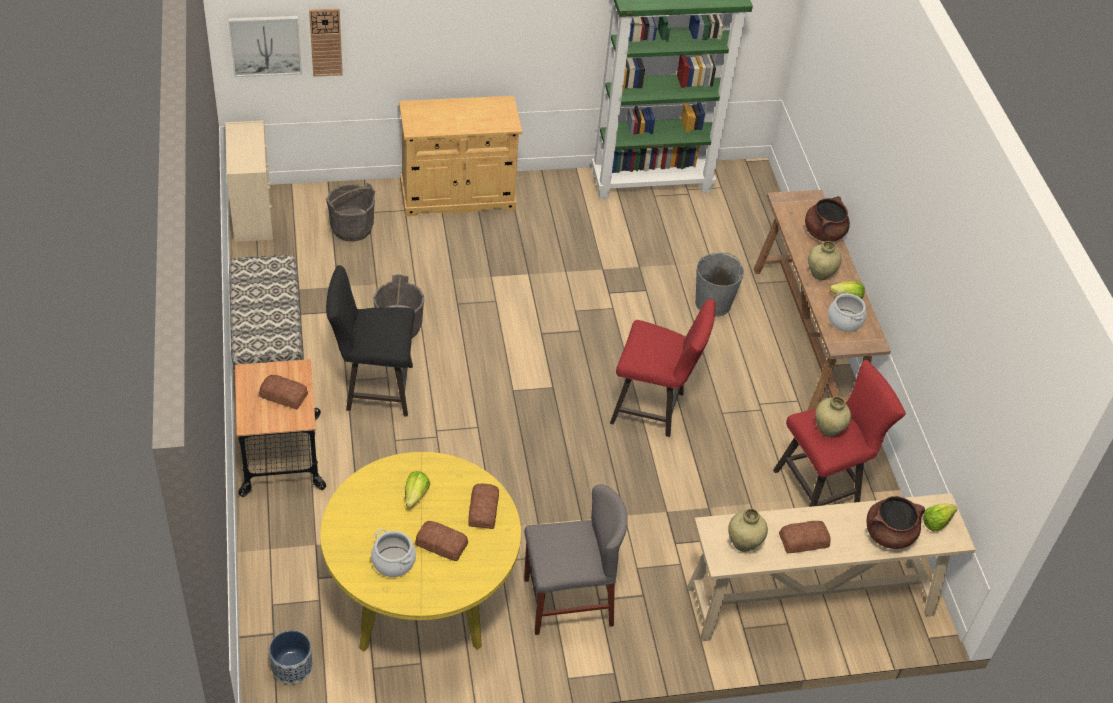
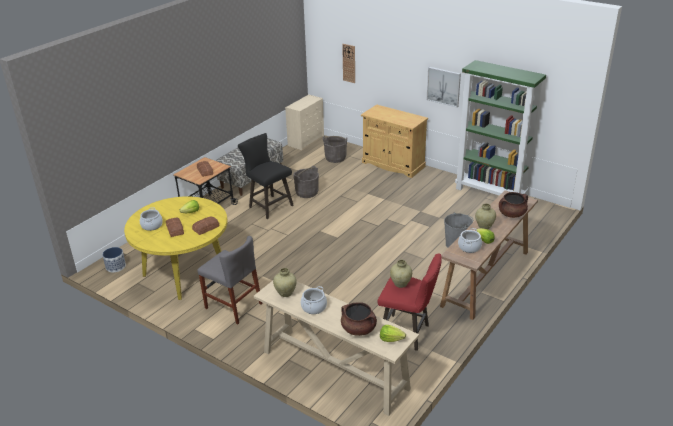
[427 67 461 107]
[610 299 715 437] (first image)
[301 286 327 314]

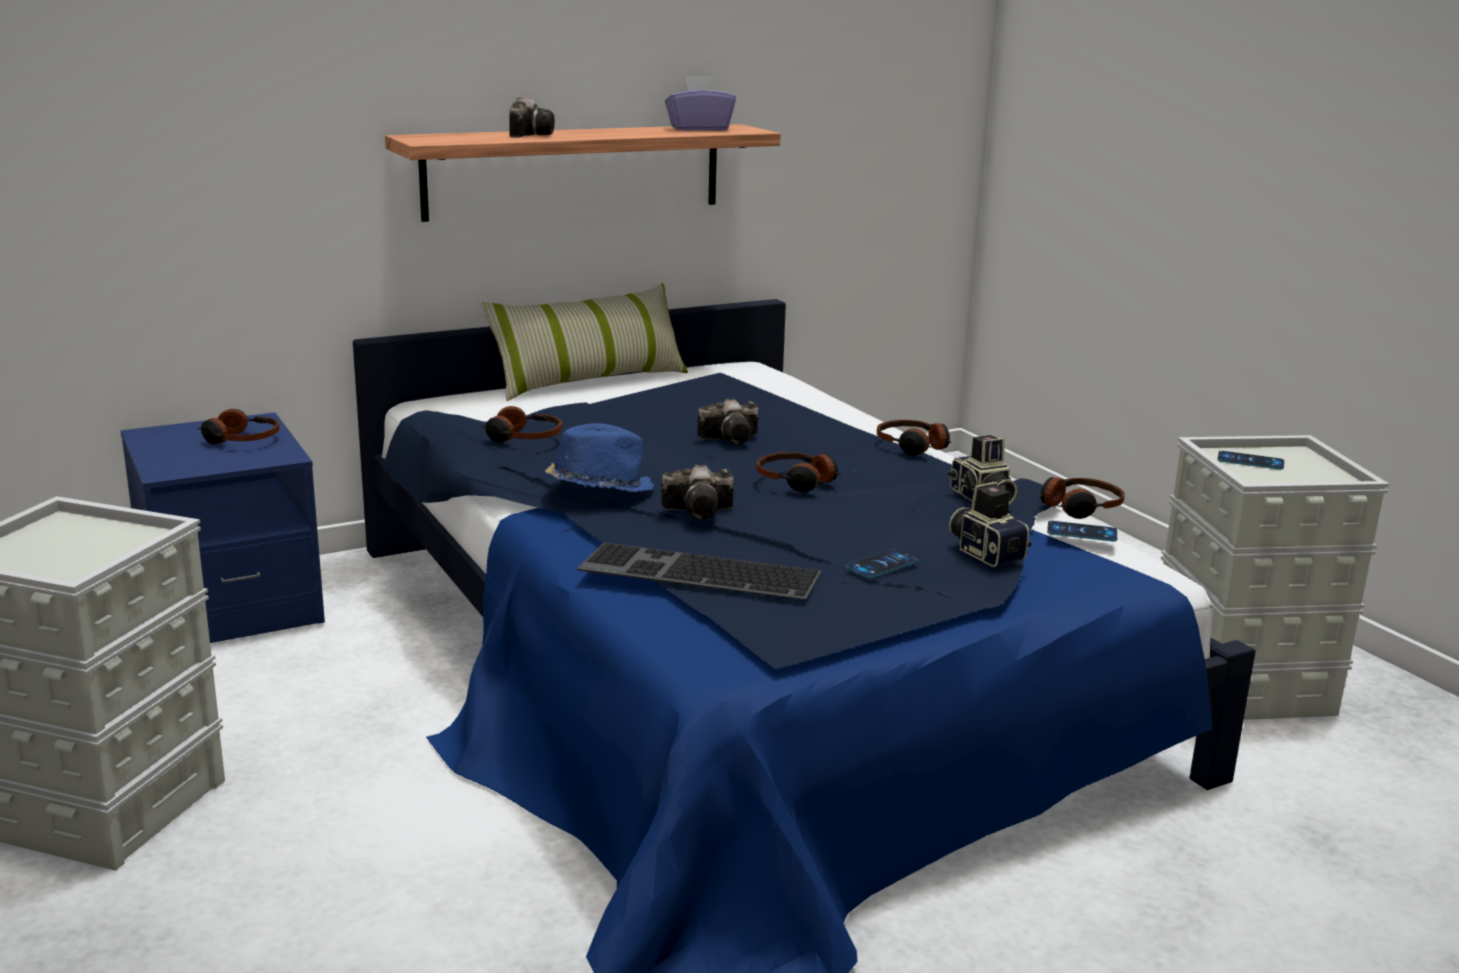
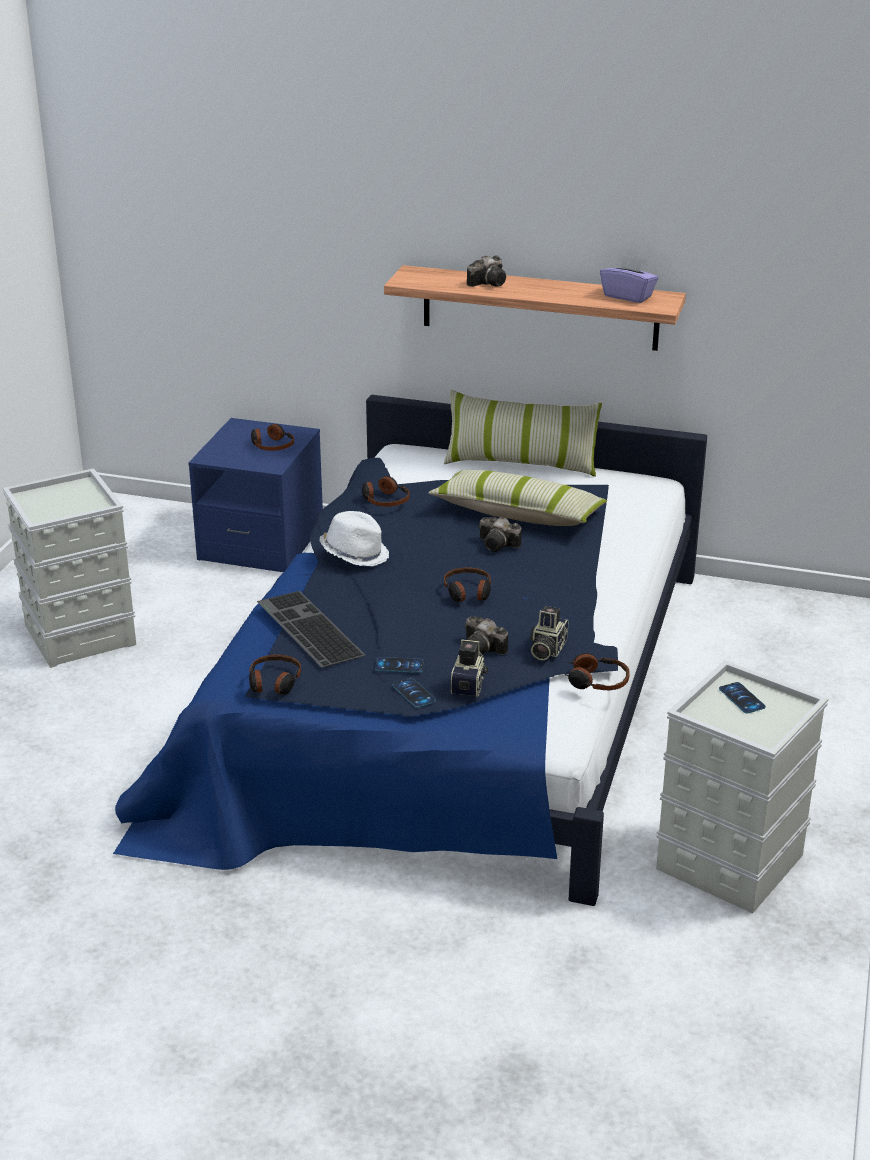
[249 655 301 695]
[319 511 389 566]
[465 616 508 655]
[393 678 436 708]
[428 470 607 526]

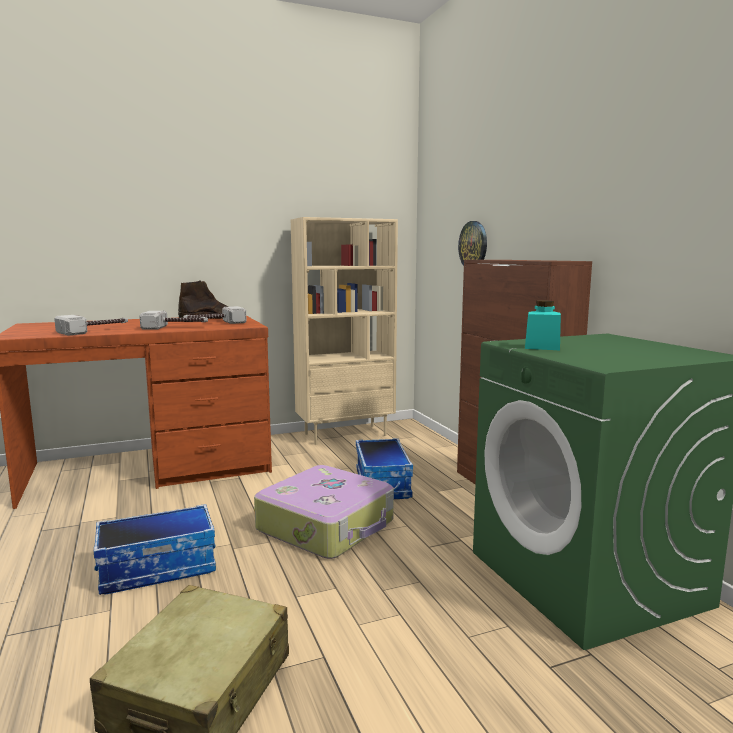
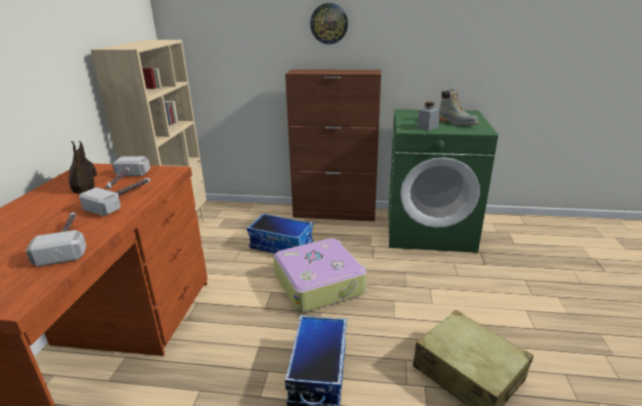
[310 3 348 44]
[417 102 440 131]
[439 88 479 126]

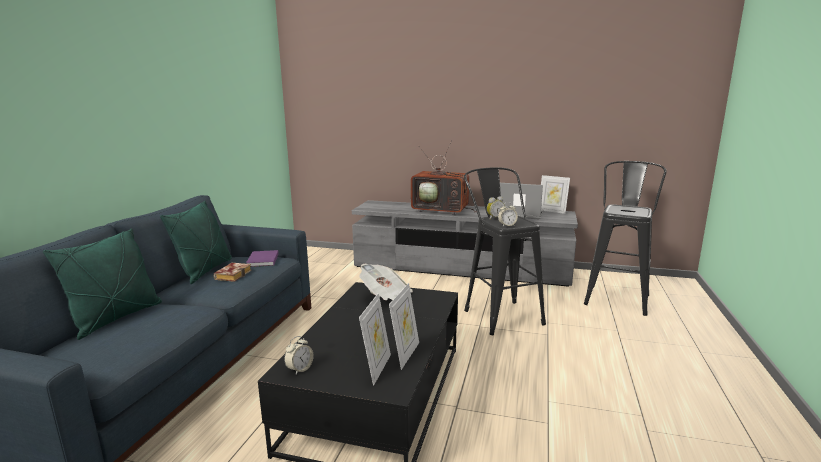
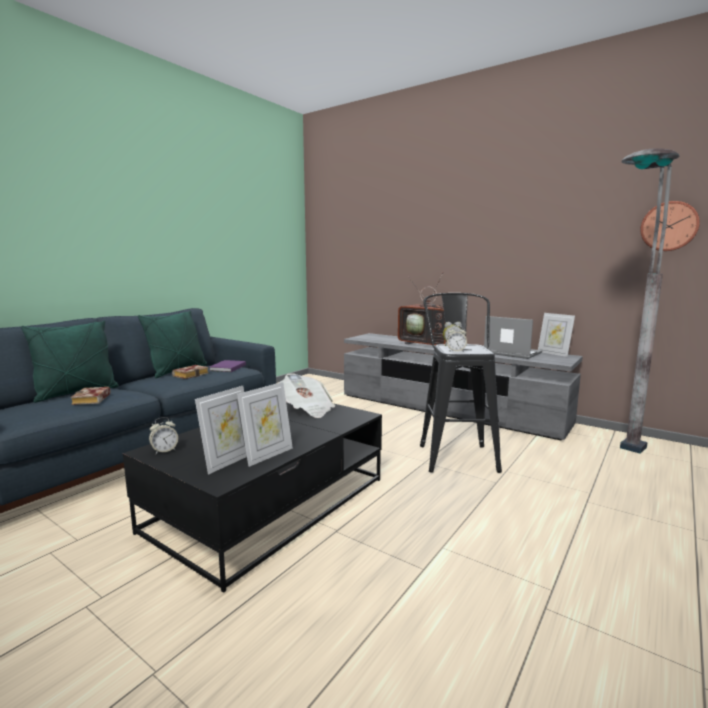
[620 148 680 454]
[640 201 700 251]
[71 387 110 405]

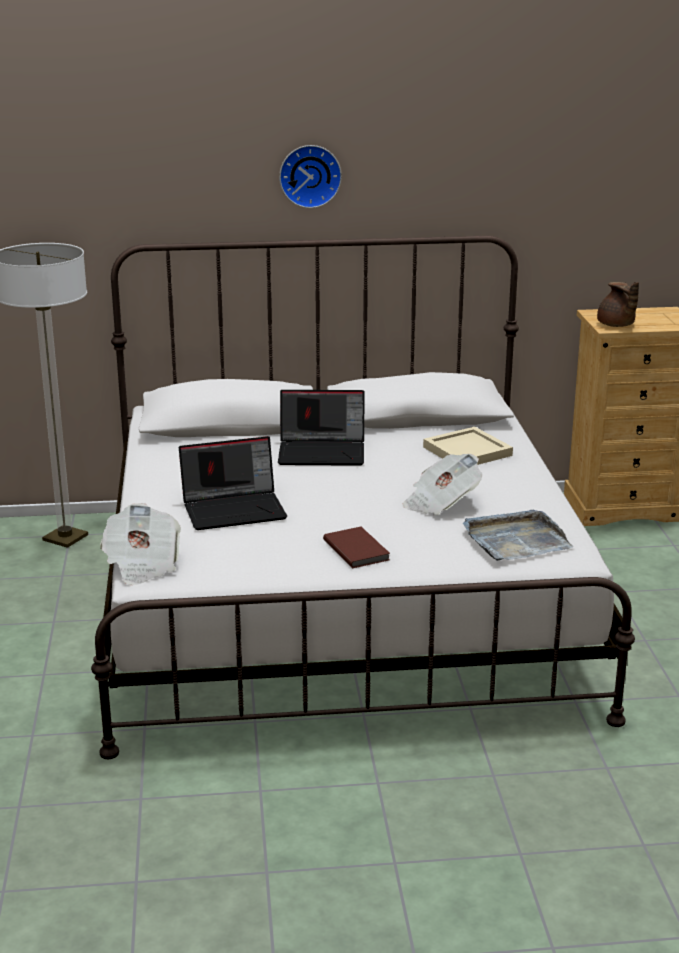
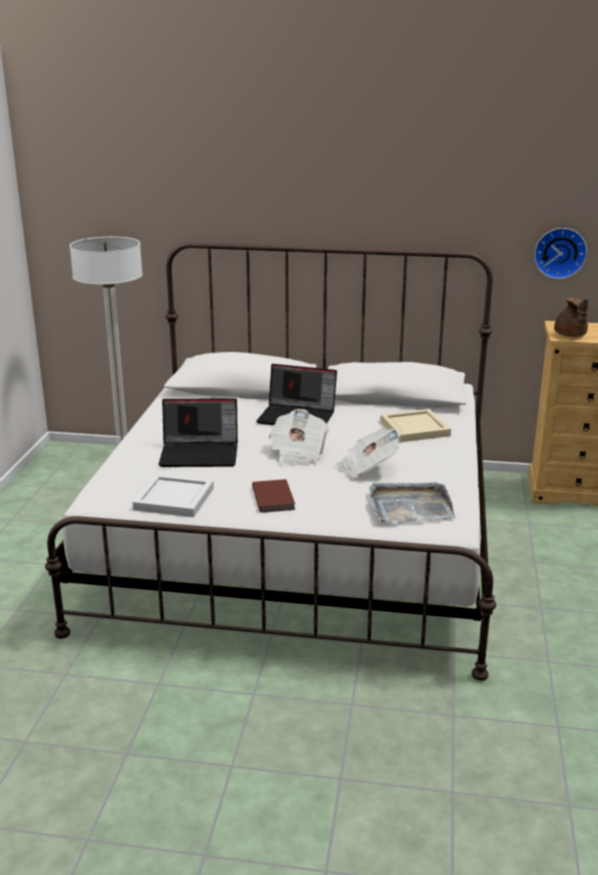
[534 228 587 279]
[269 409 329 467]
[133 474 214 517]

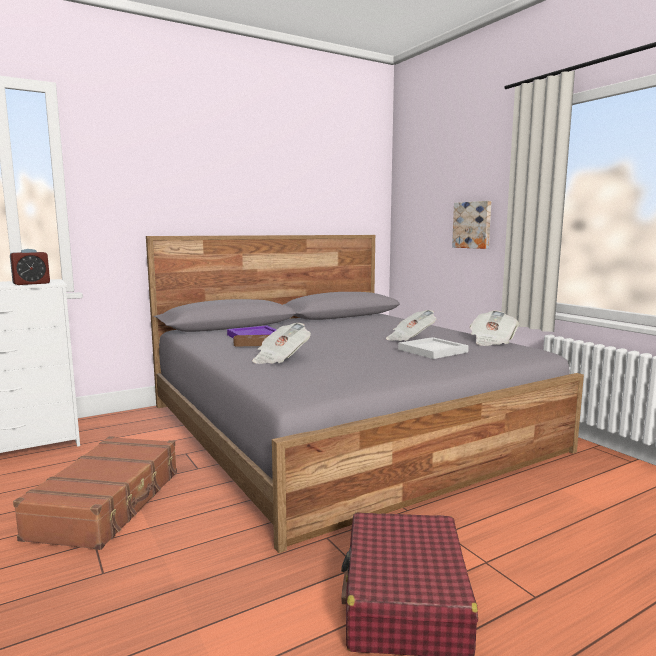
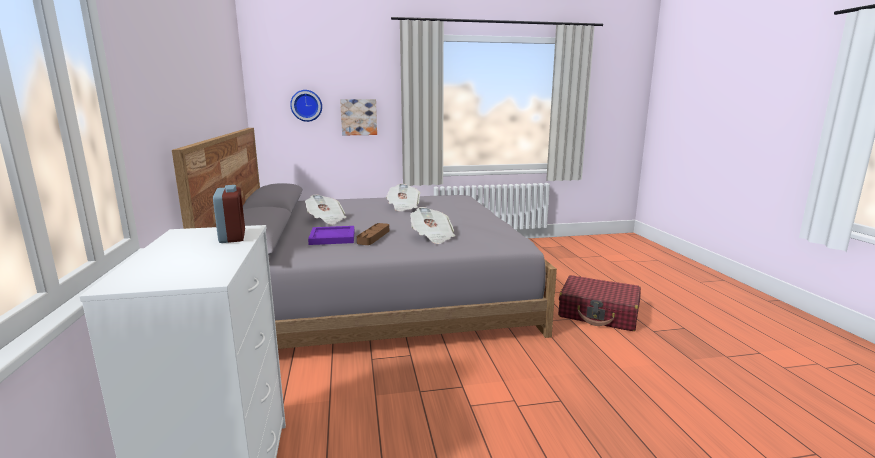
[305 195 346 225]
[398 337 469 359] (first image)
[13 436 177 550] (first image)
[290 90 322 122]

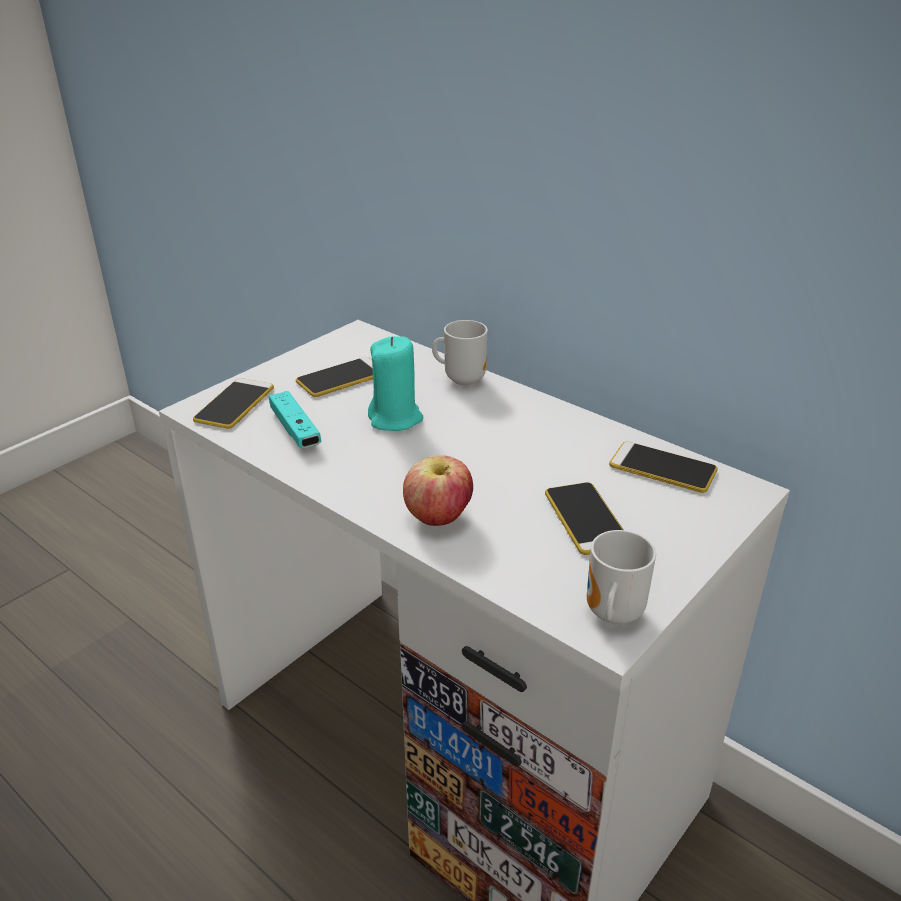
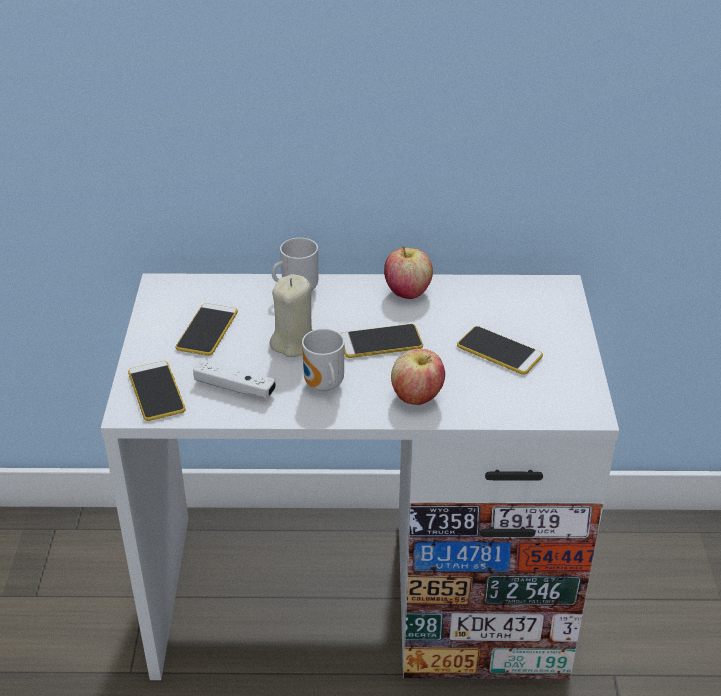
[269 274 313 357]
[193 359 276 398]
[340 324 423 358]
[302 329 345 392]
[384 246 433 299]

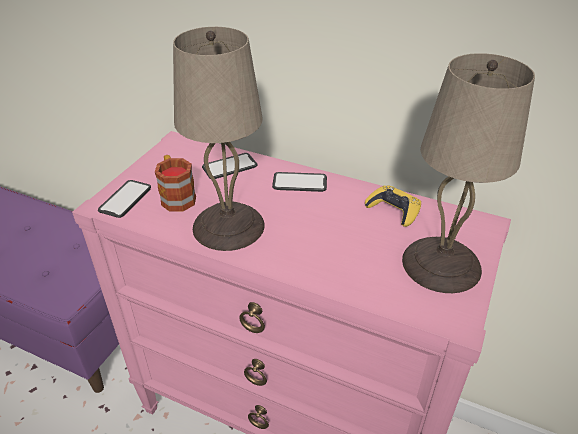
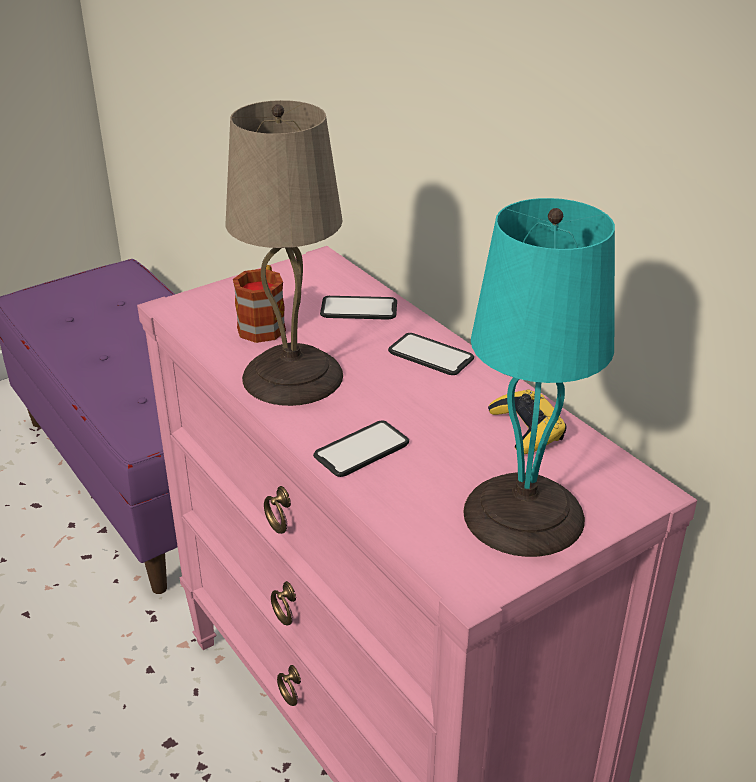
[463 198 615 557]
[313 421 409 477]

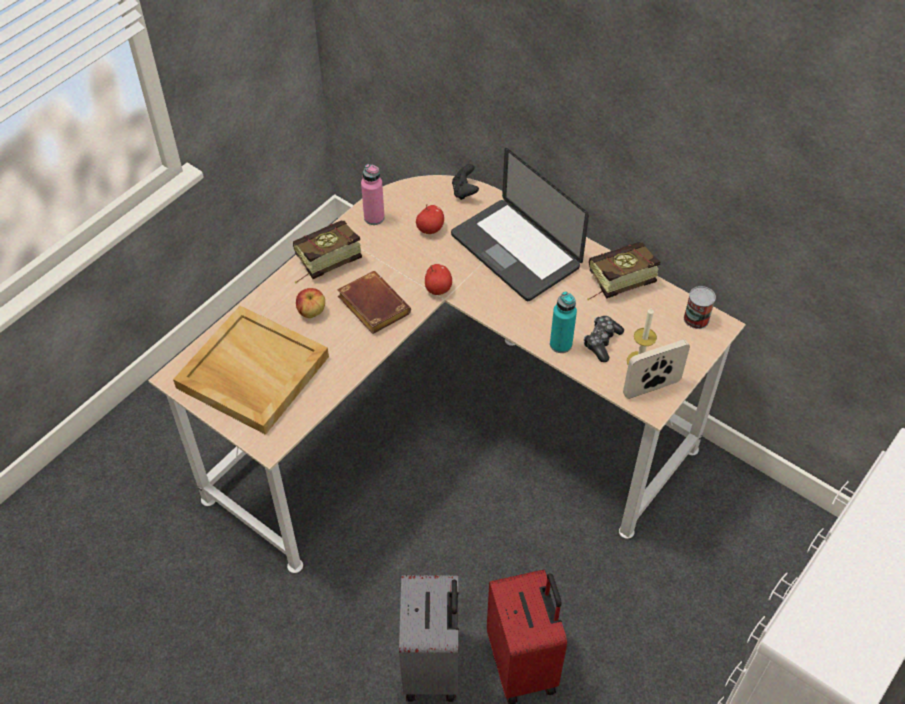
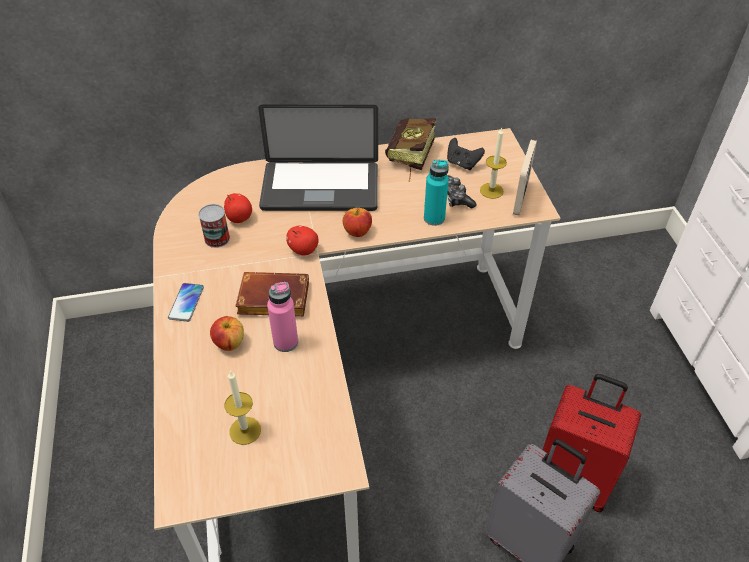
[267 282 298 352]
[447 138 485 170]
[168 283 204 322]
[198 204 230 248]
[224 371 261 445]
[343 208 372 237]

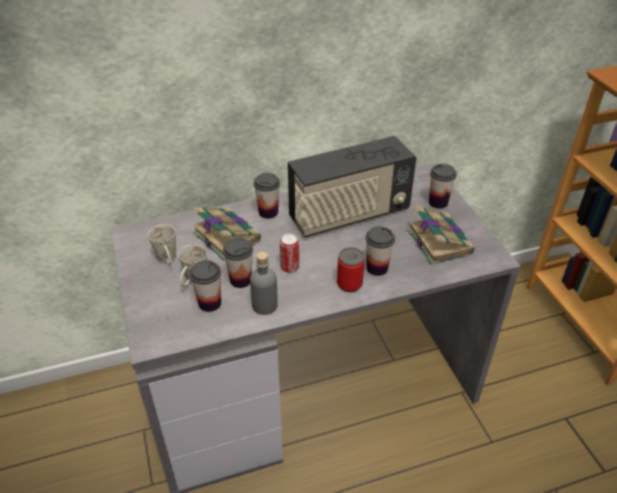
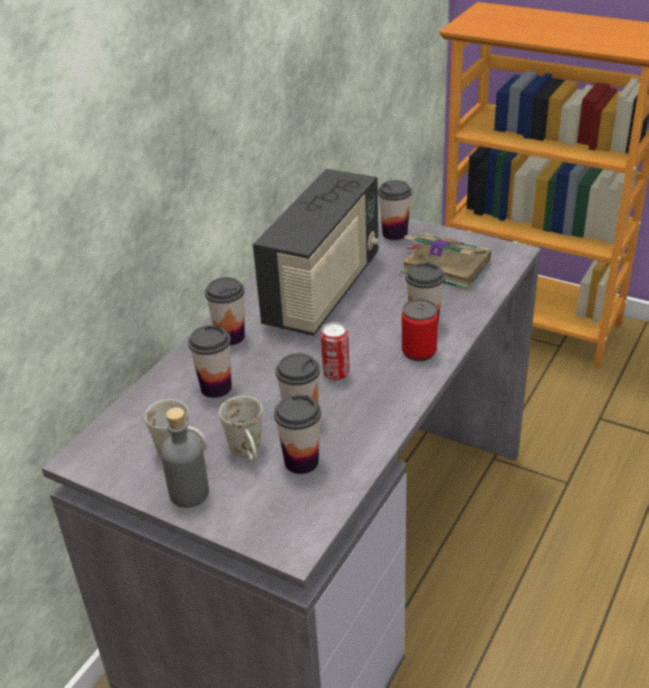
[188 325 232 398]
[161 407 209 508]

